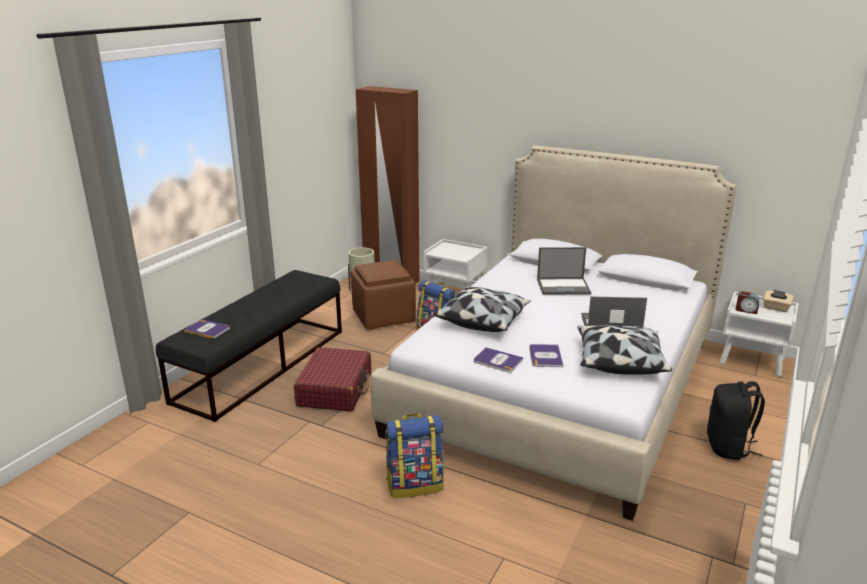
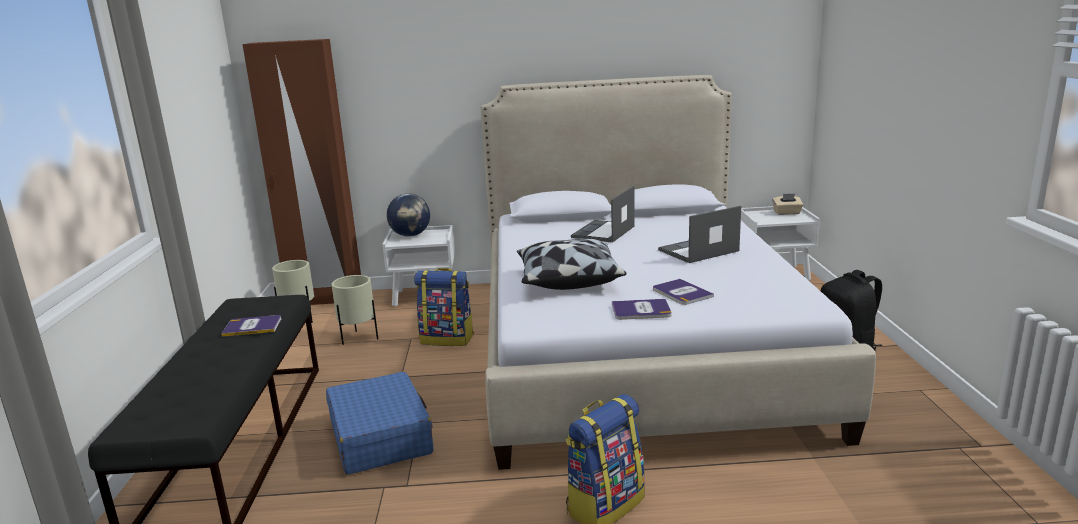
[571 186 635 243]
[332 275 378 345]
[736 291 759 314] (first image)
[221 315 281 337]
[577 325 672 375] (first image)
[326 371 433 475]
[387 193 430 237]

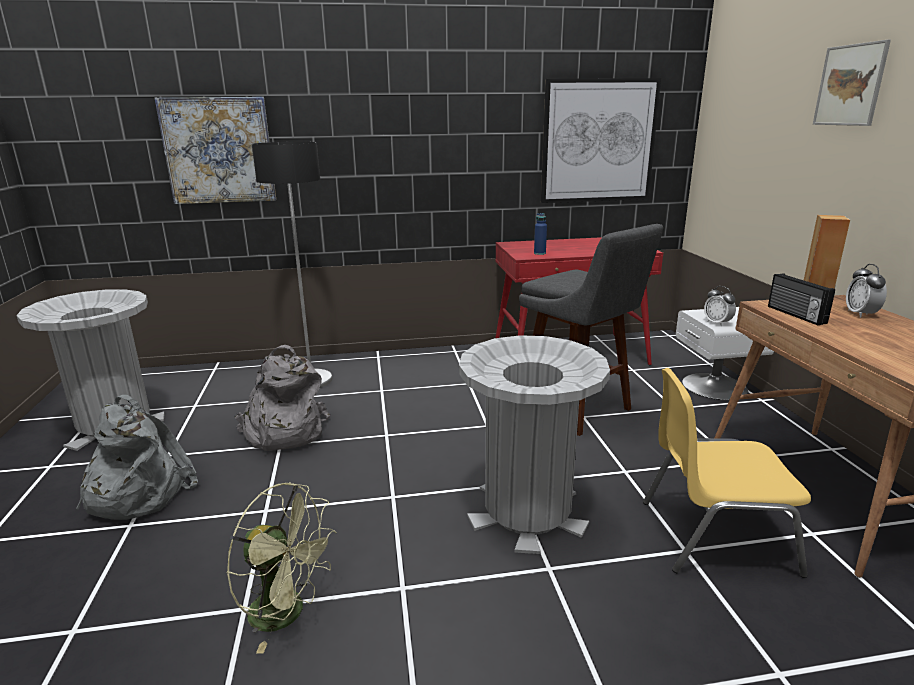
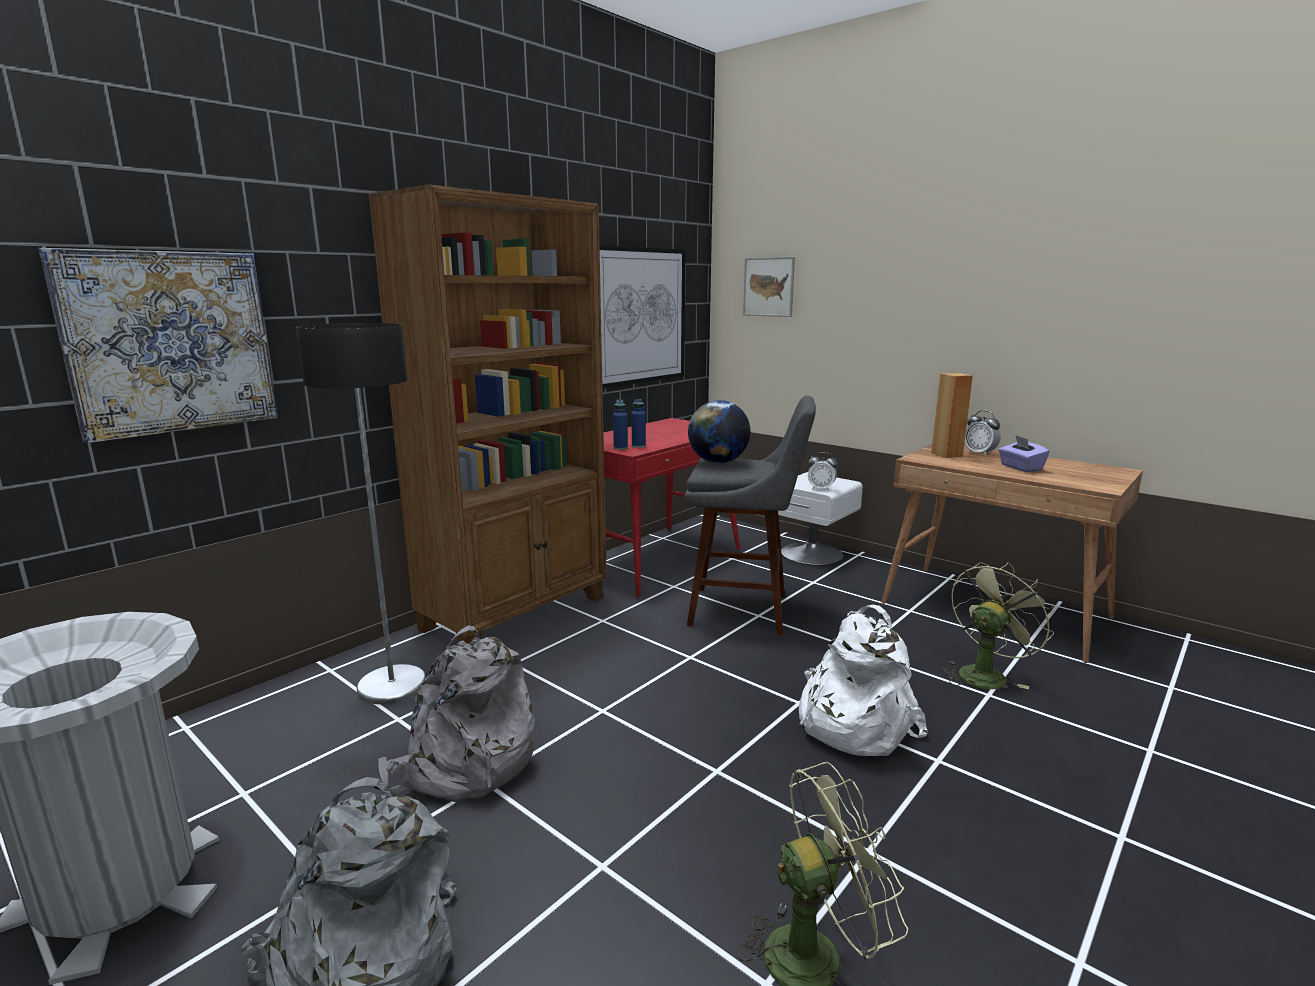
[743 257 795 317]
[768 273 835 325] (first image)
[799 605 928 756]
[942 562 1056 689]
[368 185 607 644]
[613 400 628 450]
[688 400 750 463]
[999 435 1050 472]

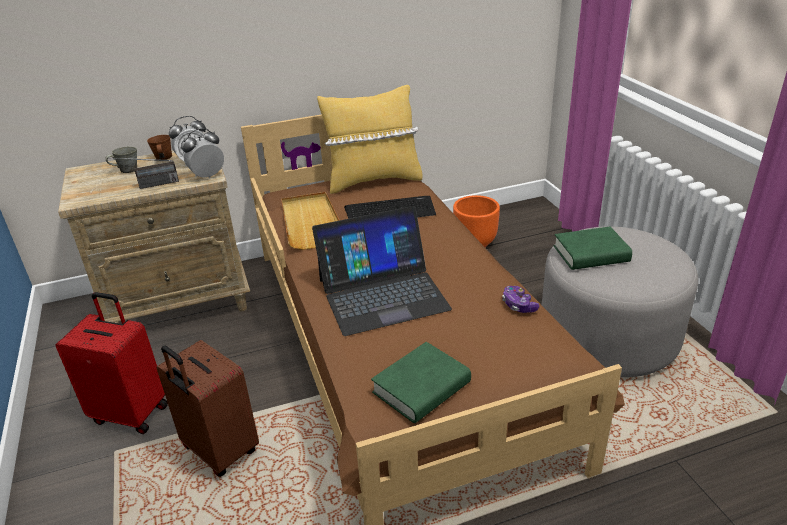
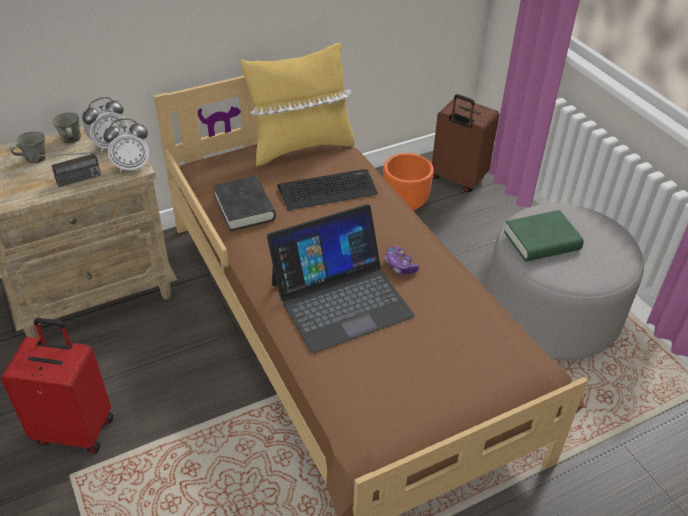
[103 119 149 172]
[52 112 81 144]
[213 176 276 231]
[385 247 419 274]
[432 94 499 192]
[371 342 471 423] (first image)

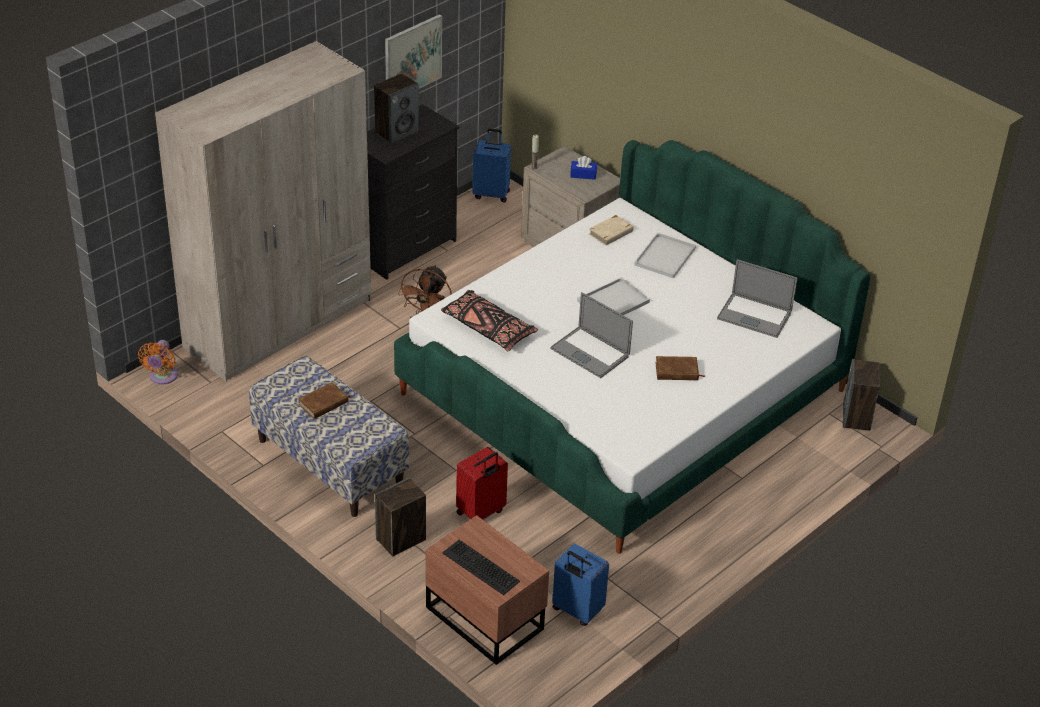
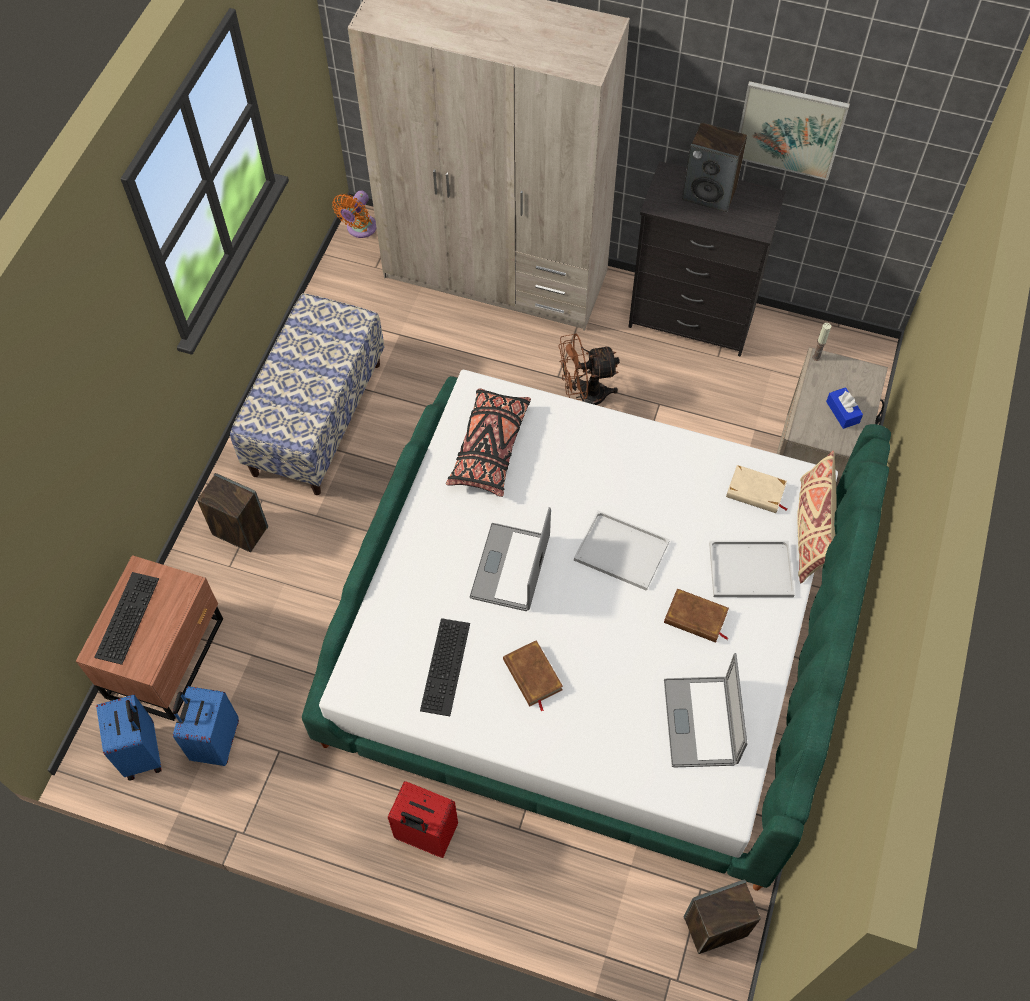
[96 695 162 780]
[332 190 376 238]
[664 588 729 643]
[388 781 458 858]
[797 451 837 583]
[420 618 470 716]

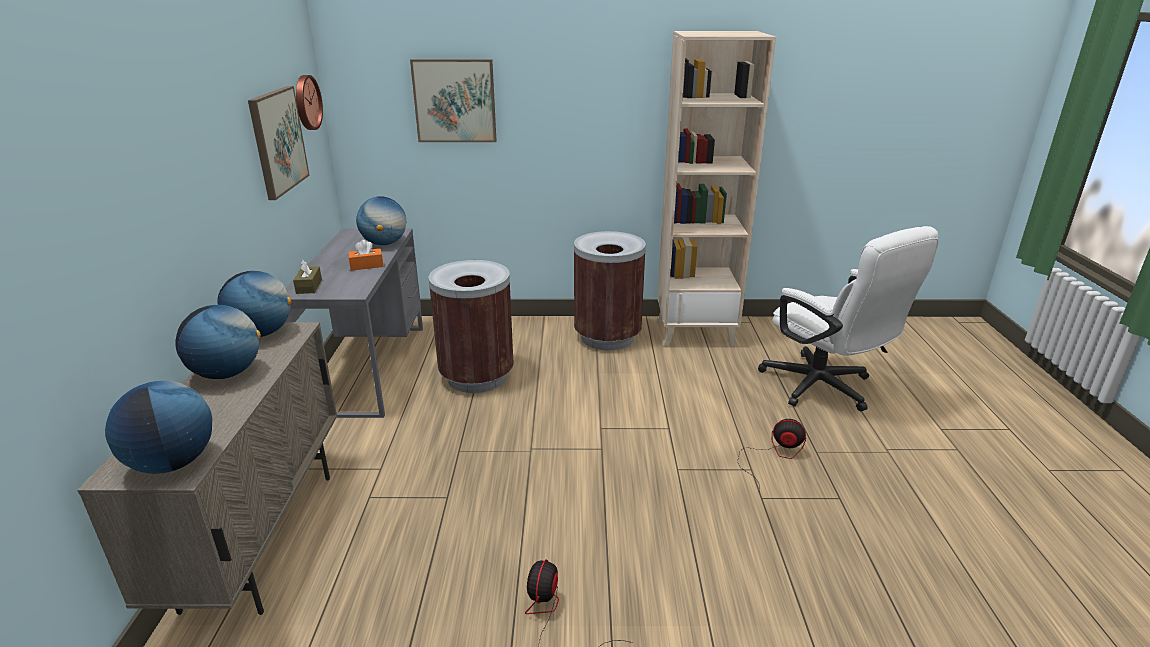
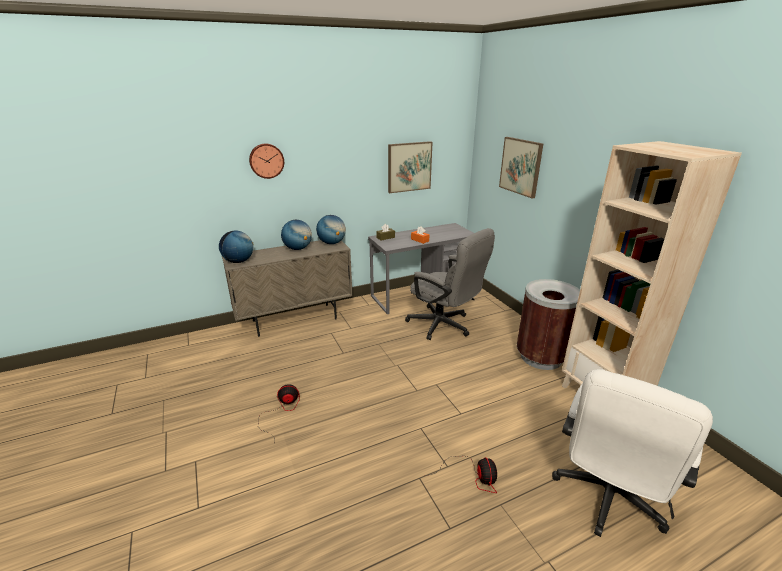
[249 143 284 179]
[356 196 406 245] (first image)
[405 228 495 340]

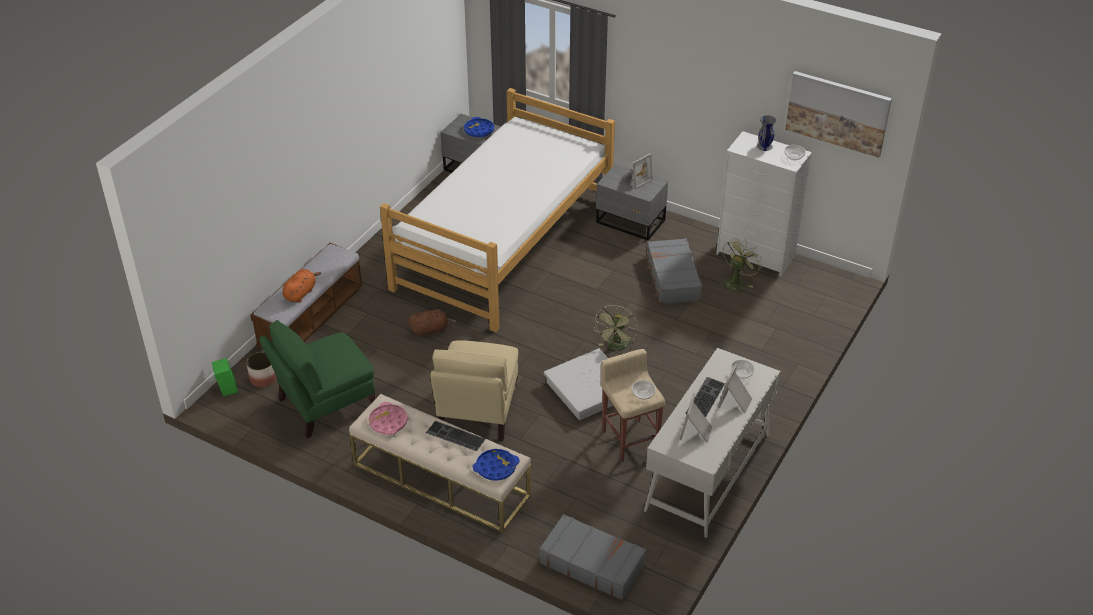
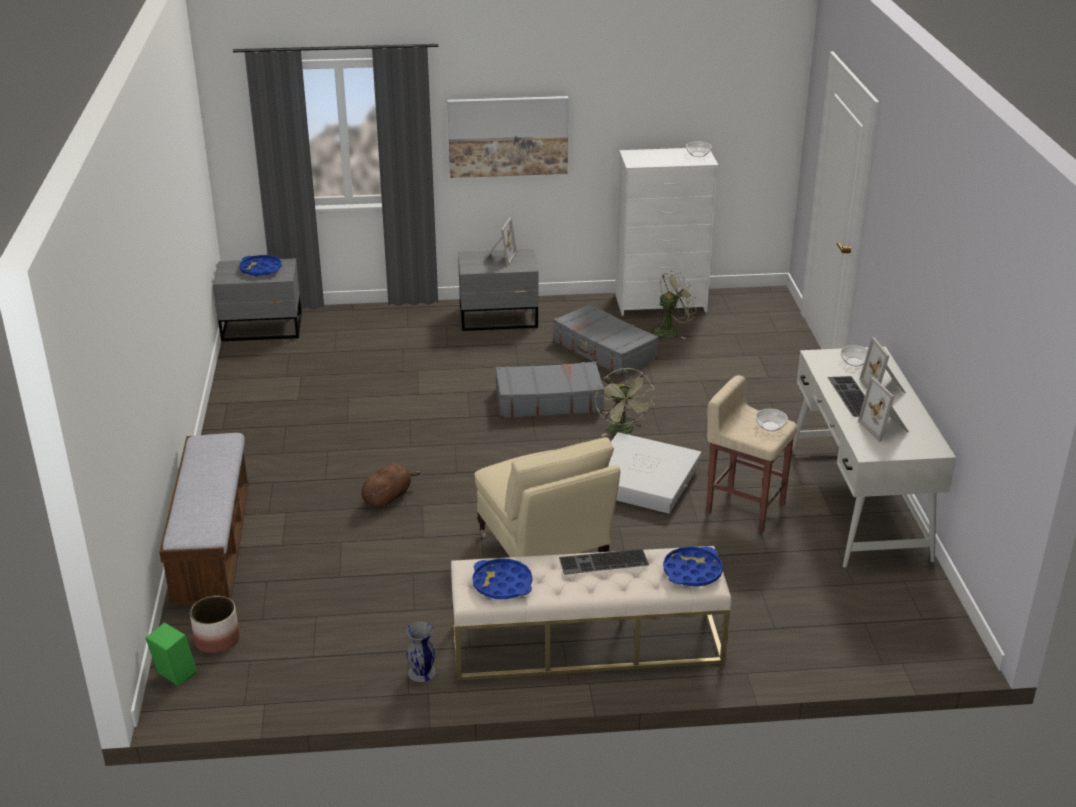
[447 96 568 178]
[380 88 615 332] (first image)
[406 621 436 682]
[648 271 697 339]
[282 269 321 302] (first image)
[259 320 375 438] (first image)
[472 559 532 599]
[496 361 604 418]

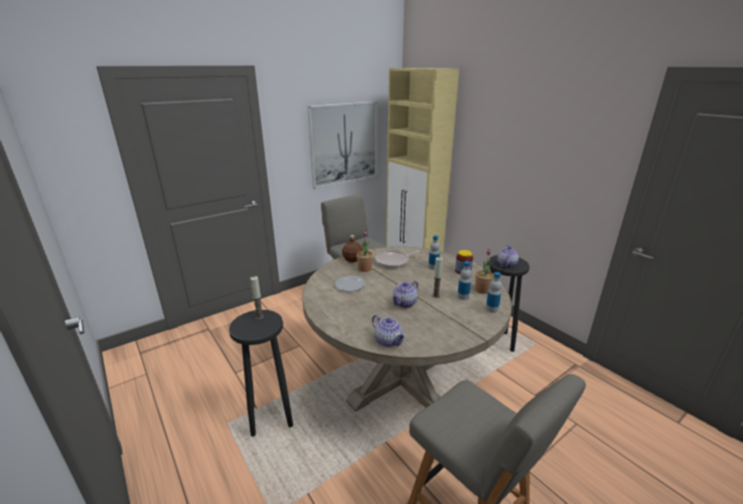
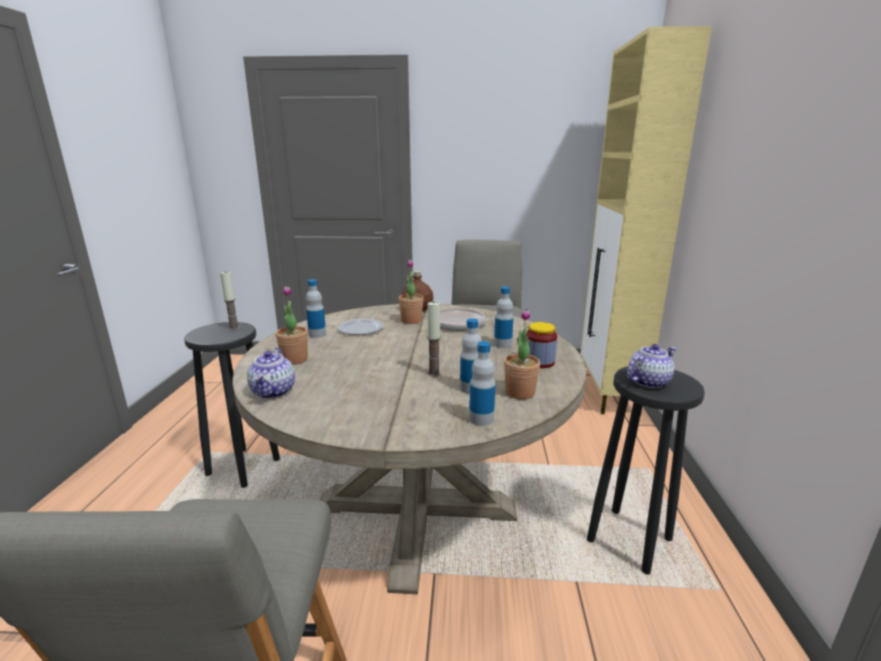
[307 102 377 189] (first image)
[392 281 418 308] (first image)
[306 279 326 338]
[276 286 308 365]

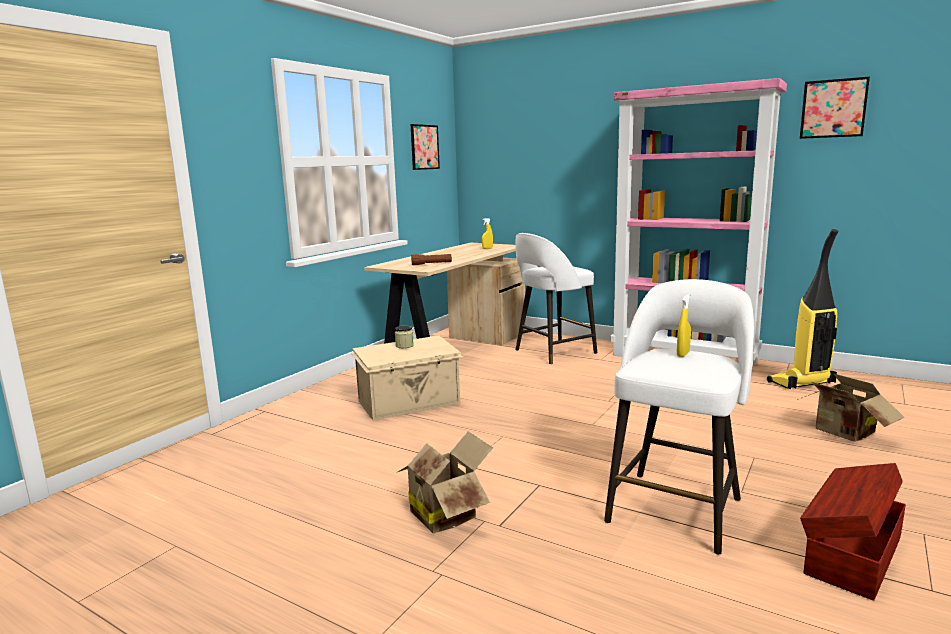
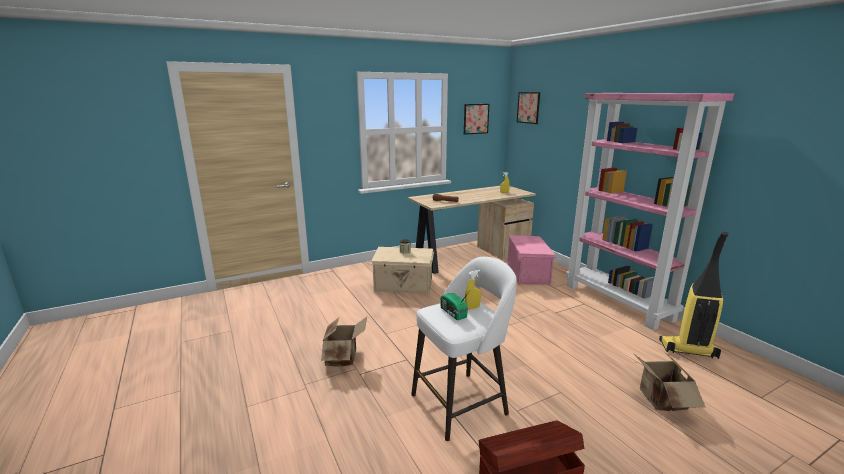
[517 92 540 124]
[507 235 557 285]
[441 291 470 320]

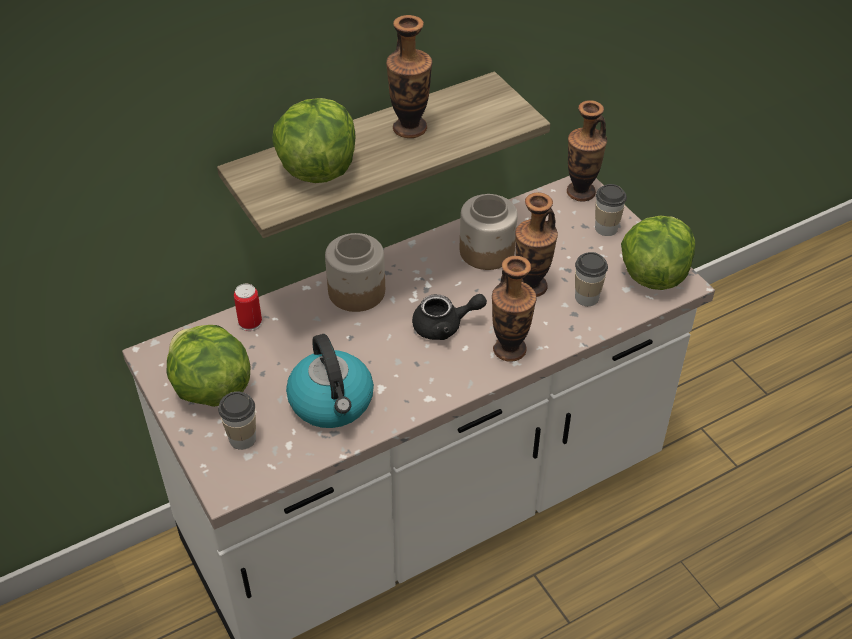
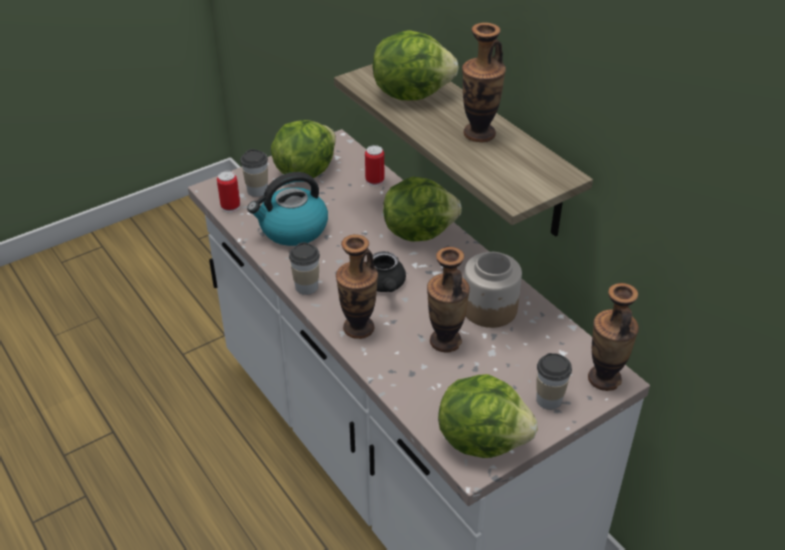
[383 176 462 242]
[289 242 320 295]
[217 171 240 213]

